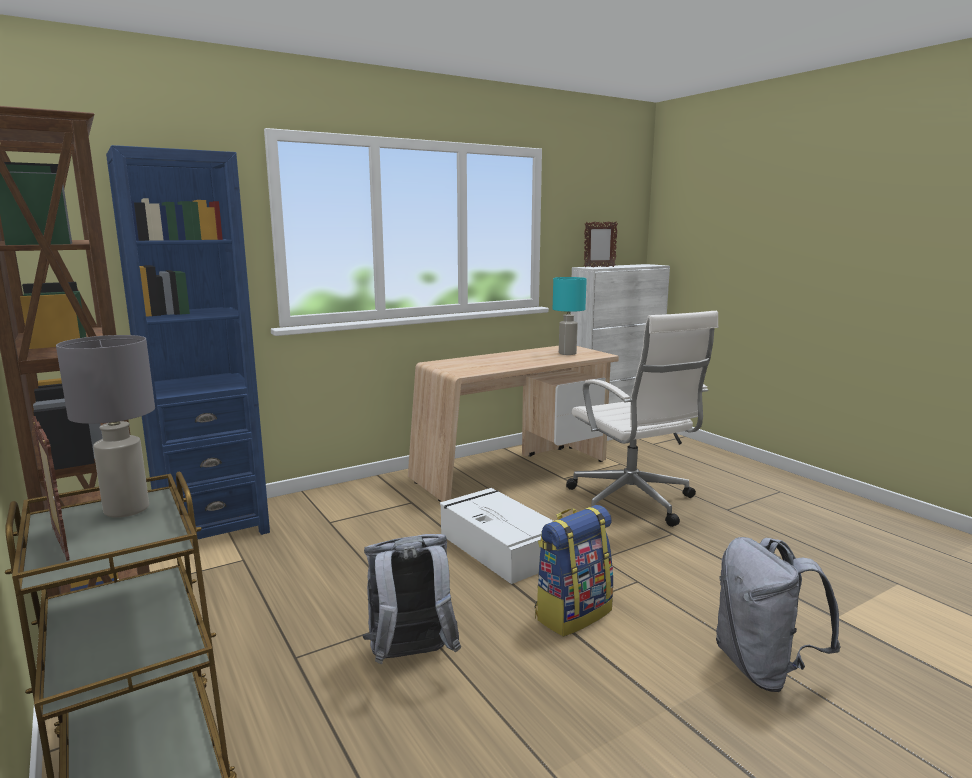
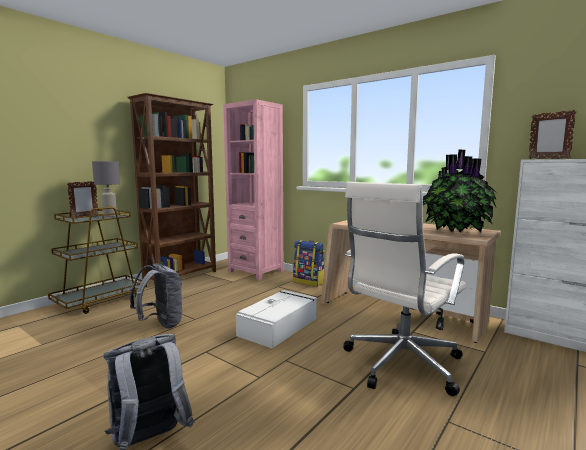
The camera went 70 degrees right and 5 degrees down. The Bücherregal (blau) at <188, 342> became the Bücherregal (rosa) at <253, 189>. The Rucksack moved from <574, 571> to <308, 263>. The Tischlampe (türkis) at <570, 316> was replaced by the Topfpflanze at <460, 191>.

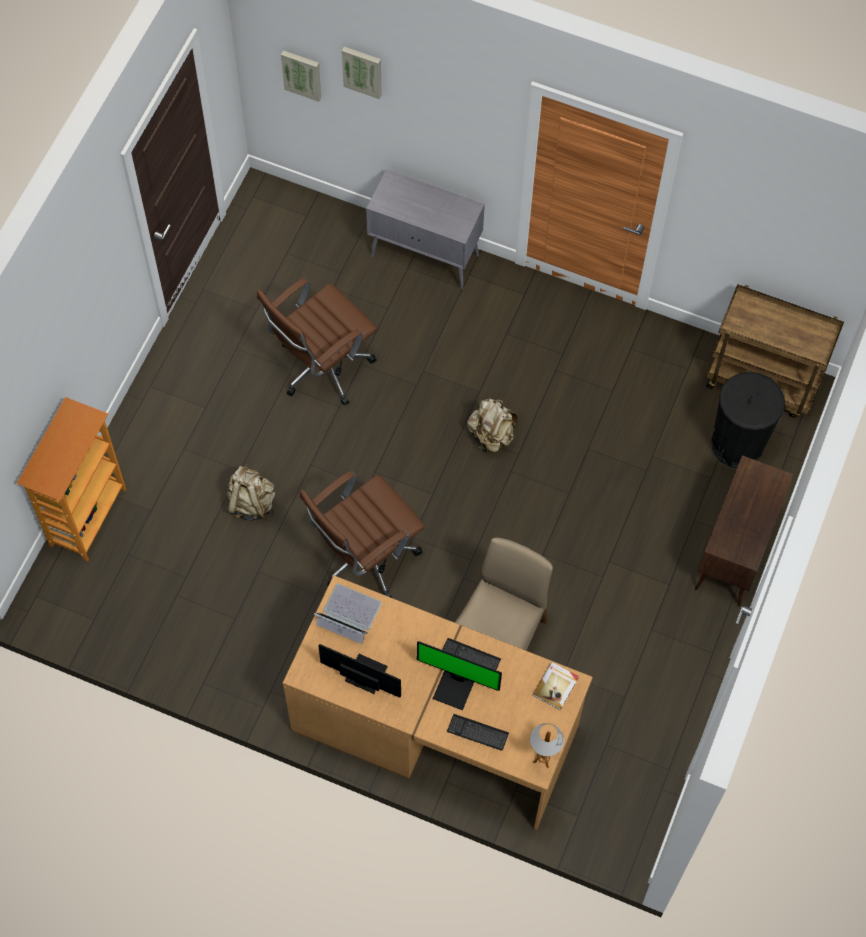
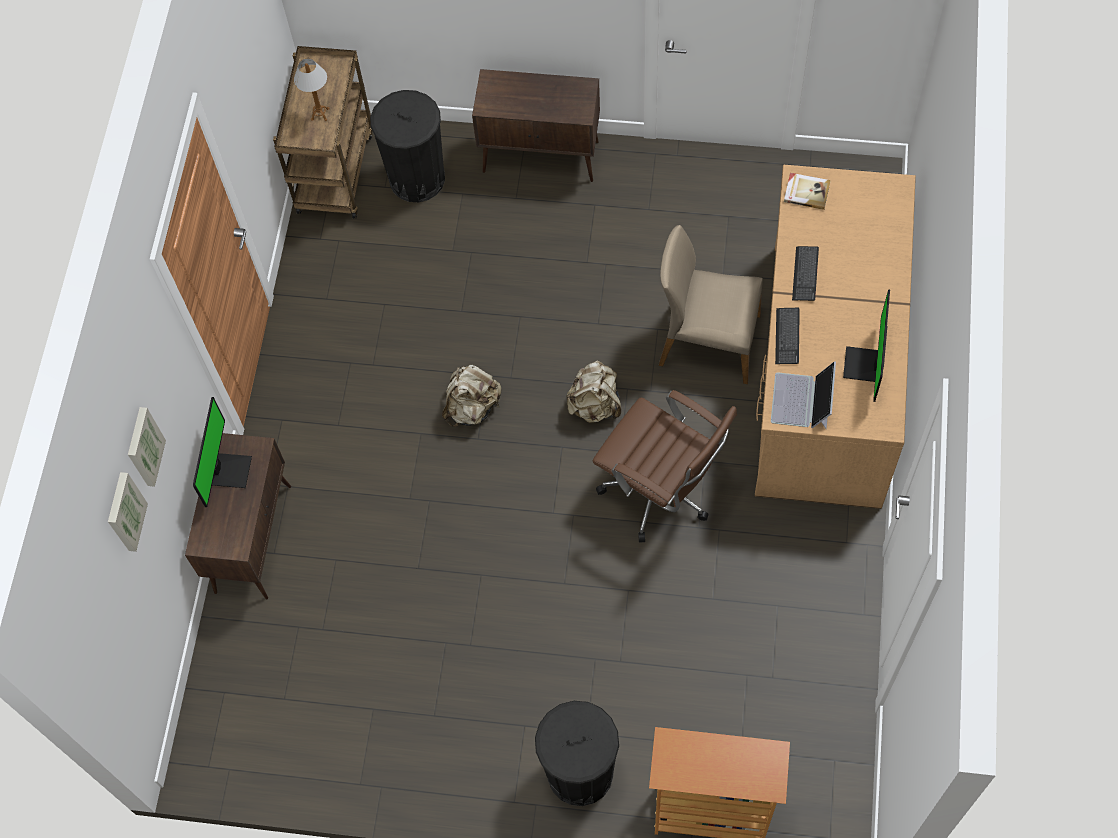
The camera went 100 degrees left and 0 degrees up. The Rucksack (beige) moved from <251, 492> to <593, 391>. The Bürostuhl (braun) at <317, 342> disappeared. The Bild moved from <301, 76> to <147, 447>. The Schrank (grau) at <425, 229> became the Schrank (braun) at <238, 516>. The Monitor moved from <459, 675> to <222, 452>. The Tastatur moved from <478, 732> to <787, 336>. The Tischlampe moved from <547, 745> to <312, 90>. The Mülleimer (schwarz) at <577, 753> appeared.

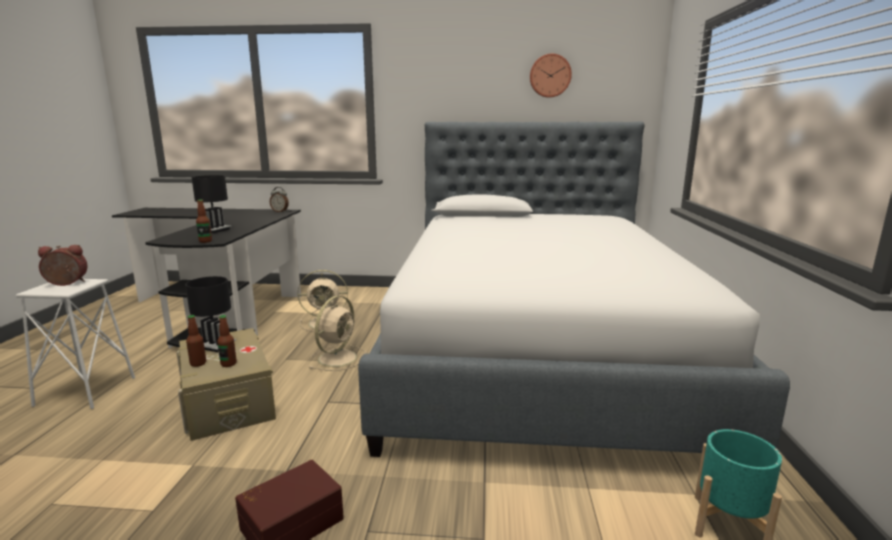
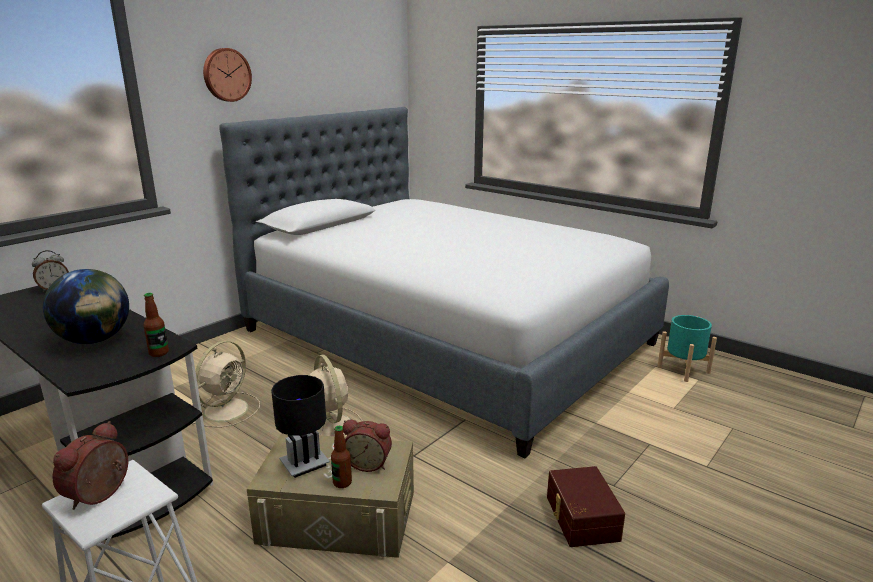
The camera went 55 degrees left and 5 degrees up. The Tischlampe (schwarz) at <212, 204> was replaced by the Globus at <86, 306>. The Flasche at <227, 341> was replaced by the Wecker at <367, 446>. The Wanduhr moved from <551, 76> to <227, 75>.

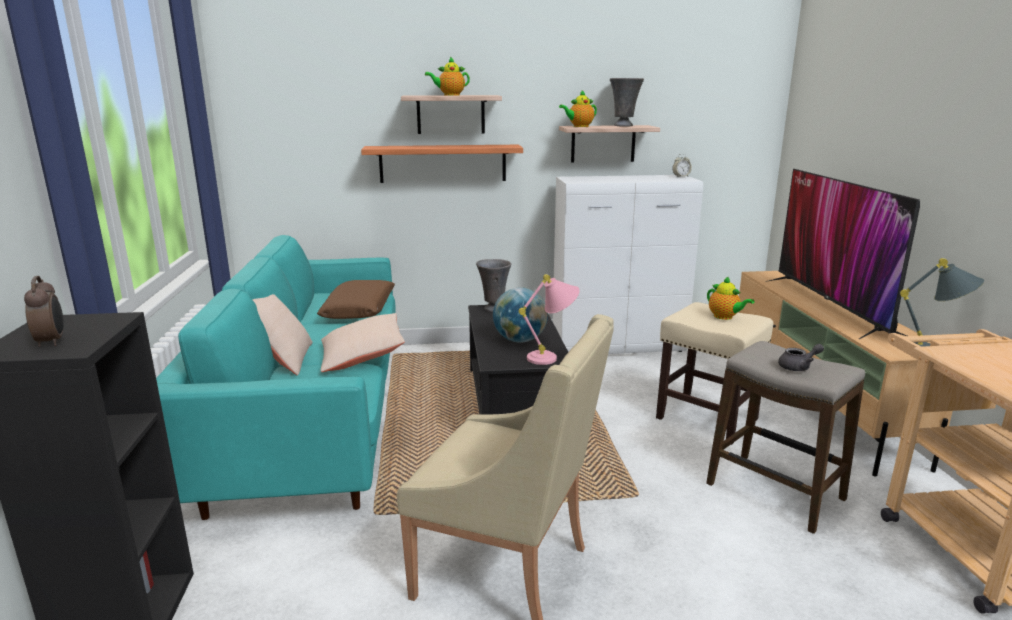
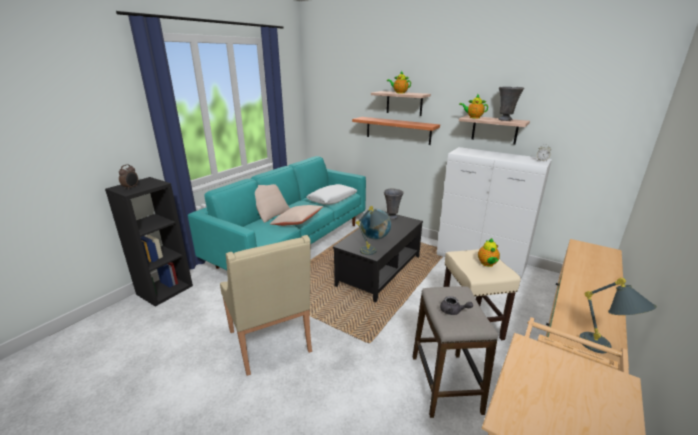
The camera went 40 degrees right and 5 degrees up. The Kissen (braun) at <356, 299> became the Kissen (weiß) at <331, 194>. The Tischlampe (rosa) at <549, 319> became the Tischlampe (grau) at <373, 230>. The Fernseher at <842, 254> disappeared.

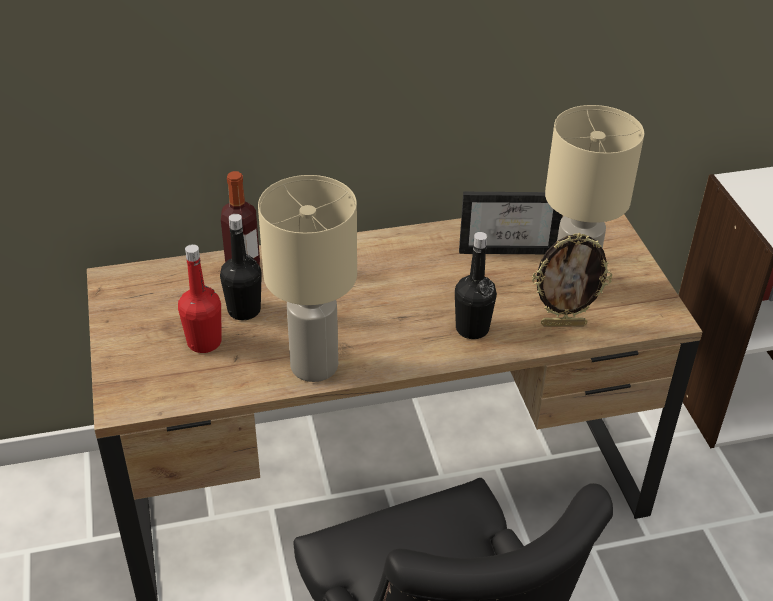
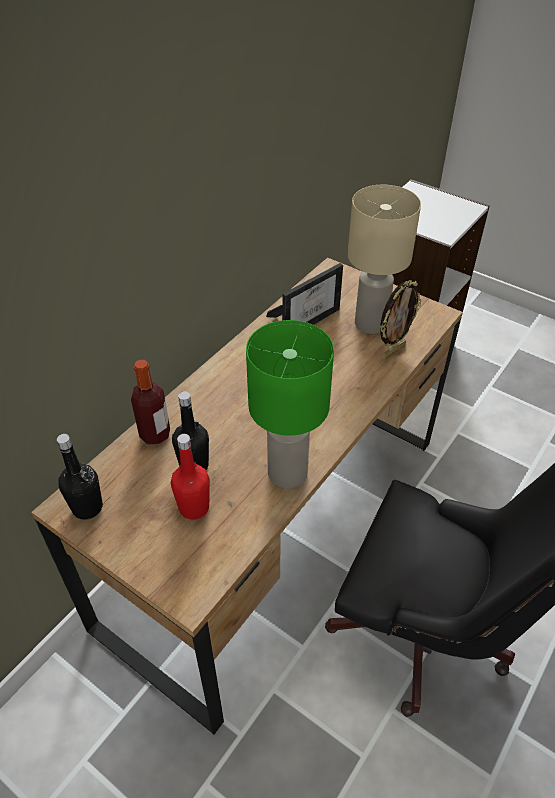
The camera went 40 degrees left and 5 degrees up. The Tischlampe (beige) at <307, 278> became the Tischlampe (grün) at <290, 404>. The Flasche (schwarz) moved from <476, 285> to <80, 477>.

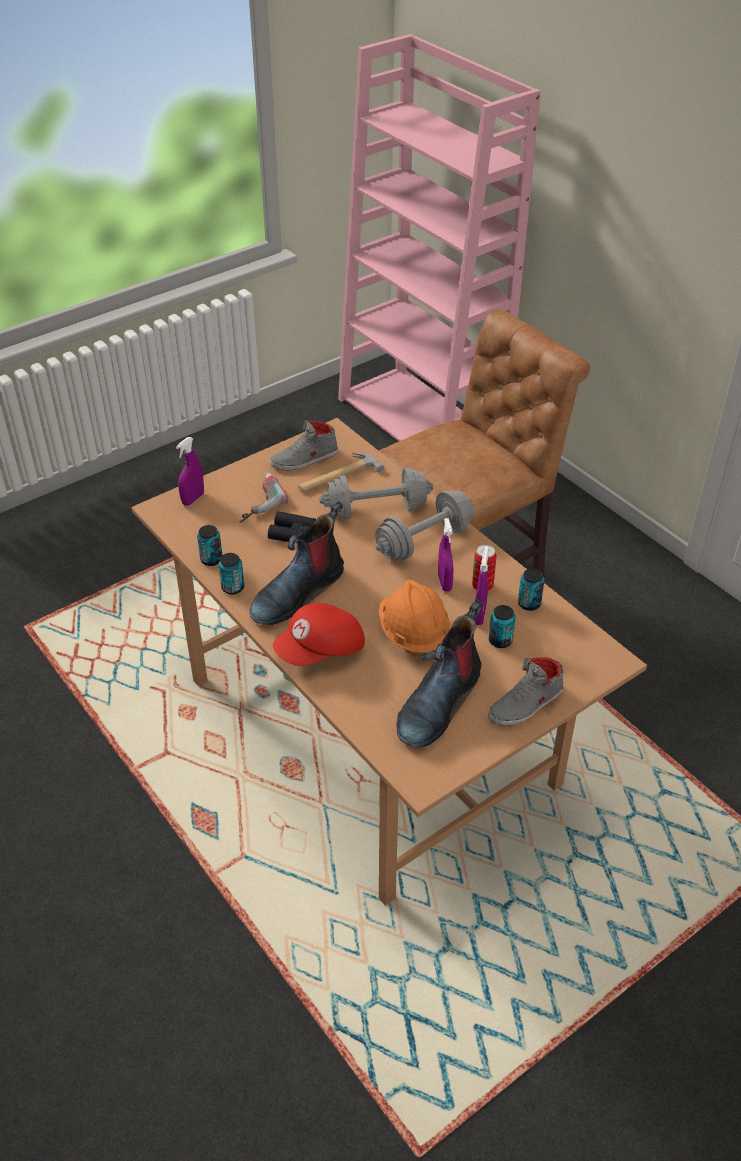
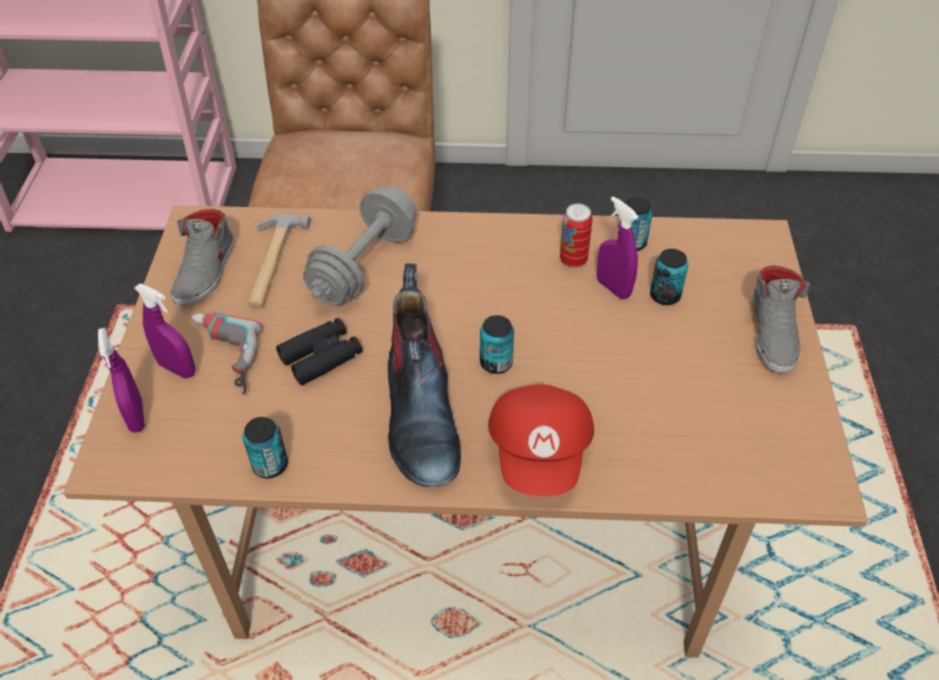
The camera went 50 degrees left and 5 degrees up. The Dose moved from <231, 574> to <497, 344>. The Hantel (grau) at <424, 525> disappeared. The Schutzhelm (orange) at <414, 620> disappeared. The Stiefel at <439, 673> disappeared. The Sprühflasche (lila) moved from <445, 555> to <165, 331>.

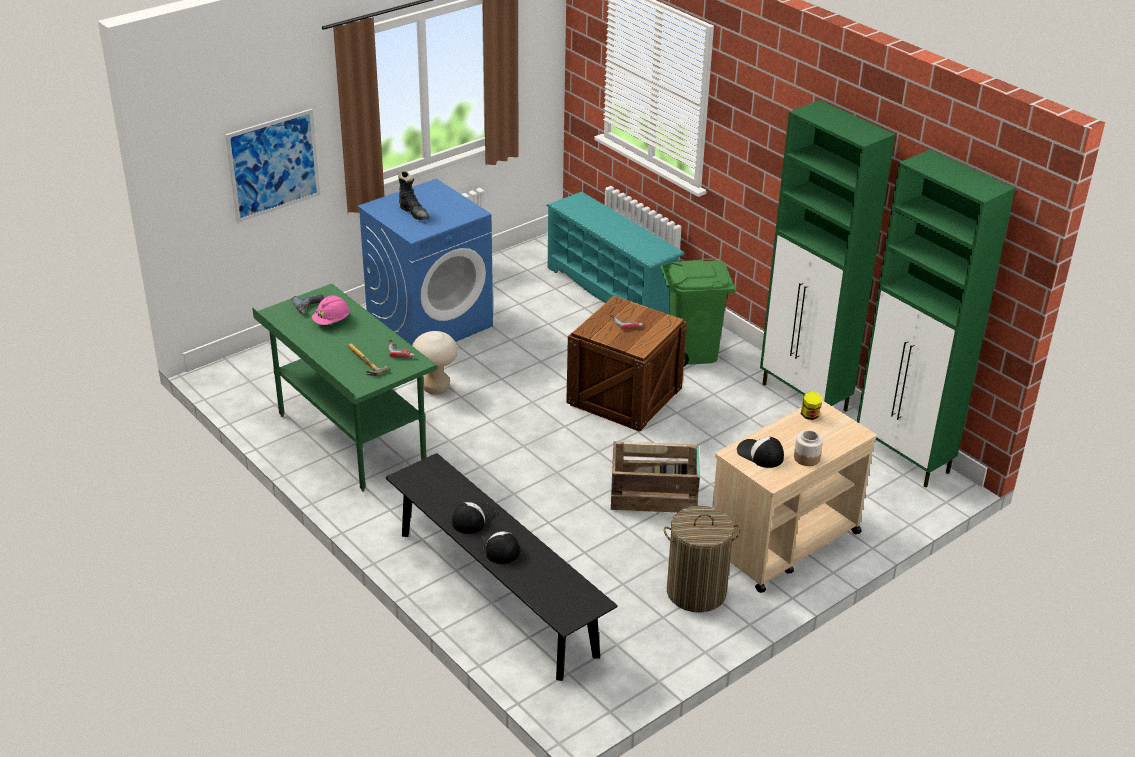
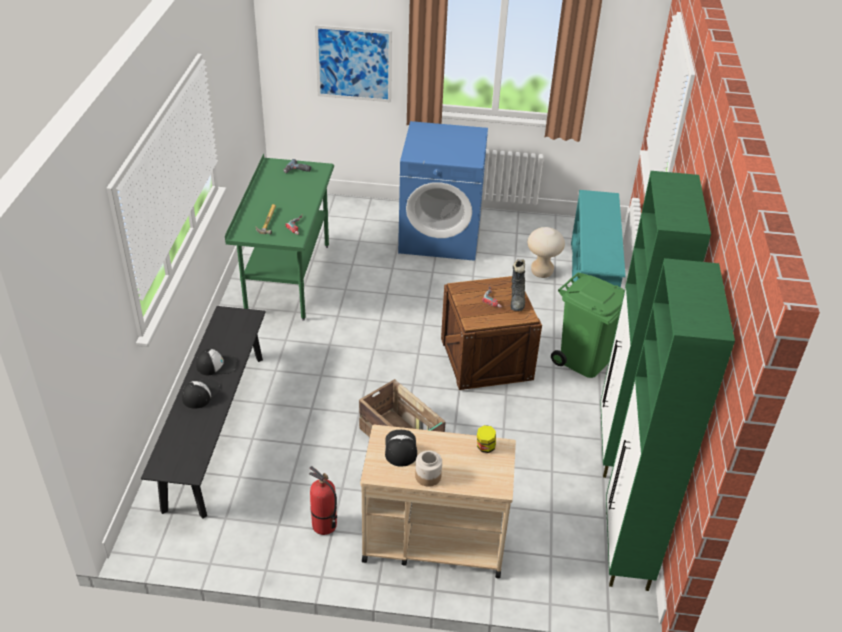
The camera went 45 degrees right and 5 degrees up. The Schutzhelm (rosa) at <331, 310> disappeared. The Stiefel (schwarz) moved from <413, 195> to <518, 285>. The Hocker (beige) moved from <435, 363> to <546, 252>. The Wäschekorb at <702, 559> was replaced by the Feuerlöscher at <323, 500>.

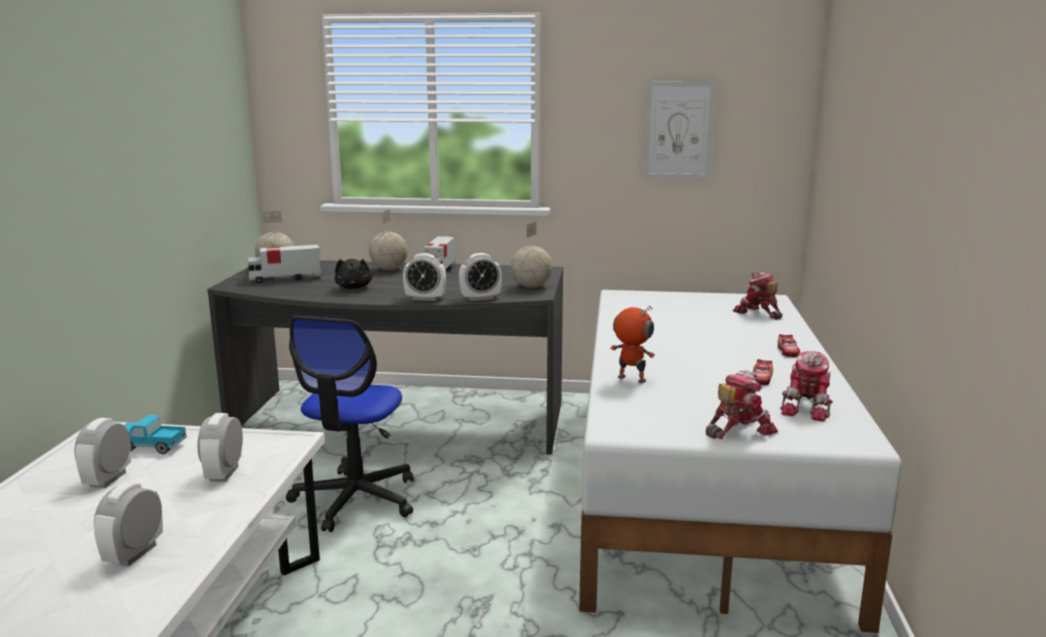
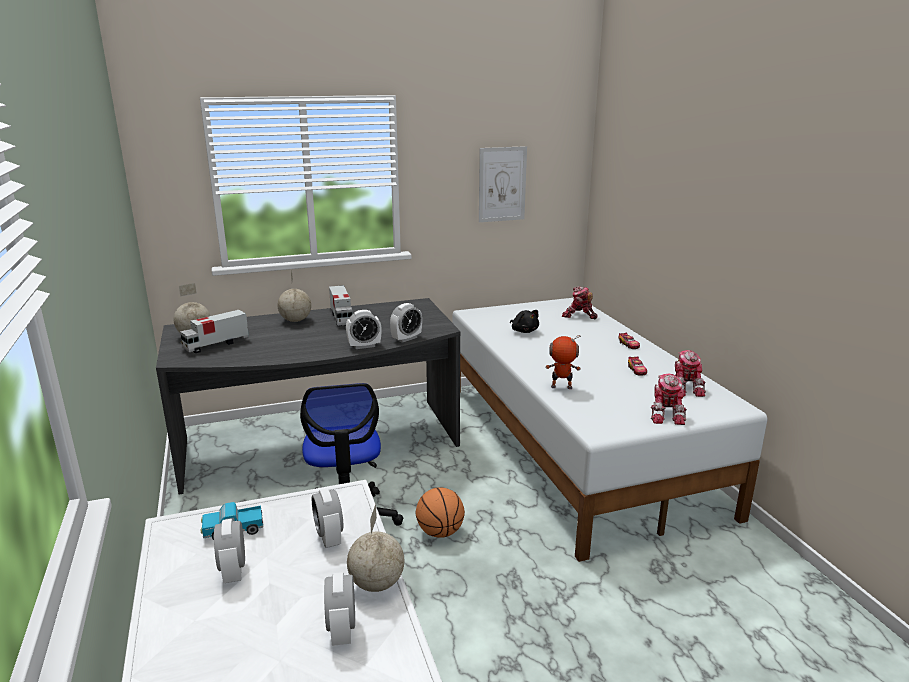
The camera went 25 degrees left and 5 degrees up. The Plüschtier (schwarz) moved from <353, 274> to <524, 321>. The Globus moved from <531, 255> to <375, 548>. The Spielzeugroboter at <742, 404> turned 150 degrees clockwise. The Basketball at <440, 512> appeared.

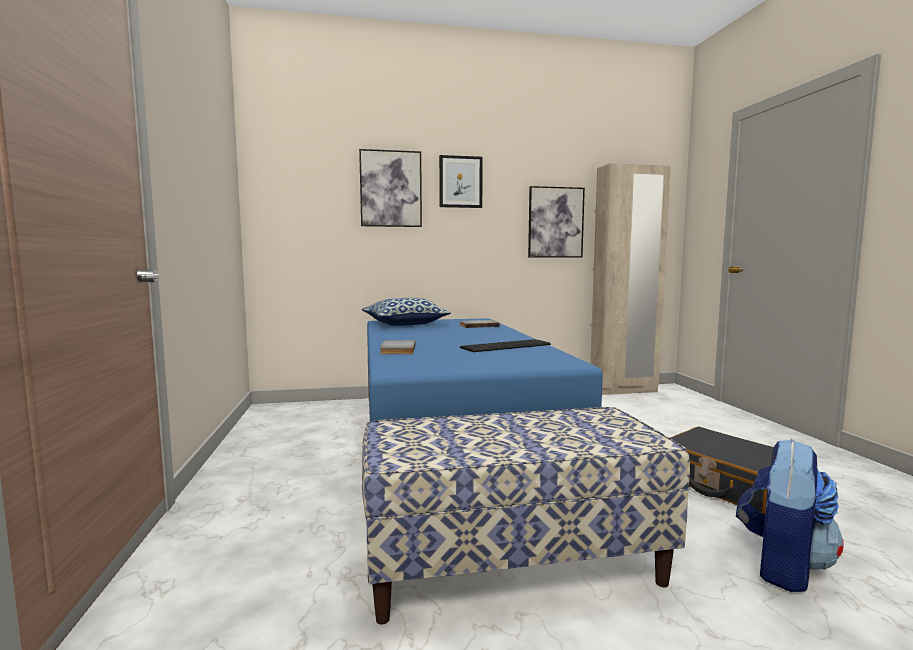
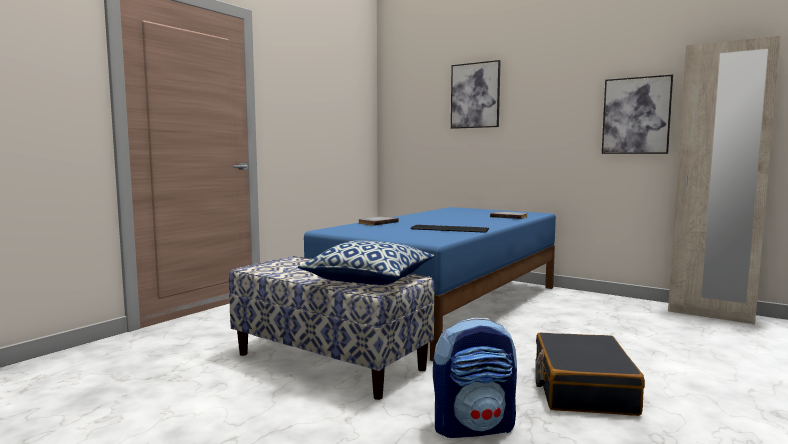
The camera went 45 degrees right and 0 degrees up. The Kissen moved from <406, 312> to <366, 262>. The Bild at <461, 181> disappeared.

